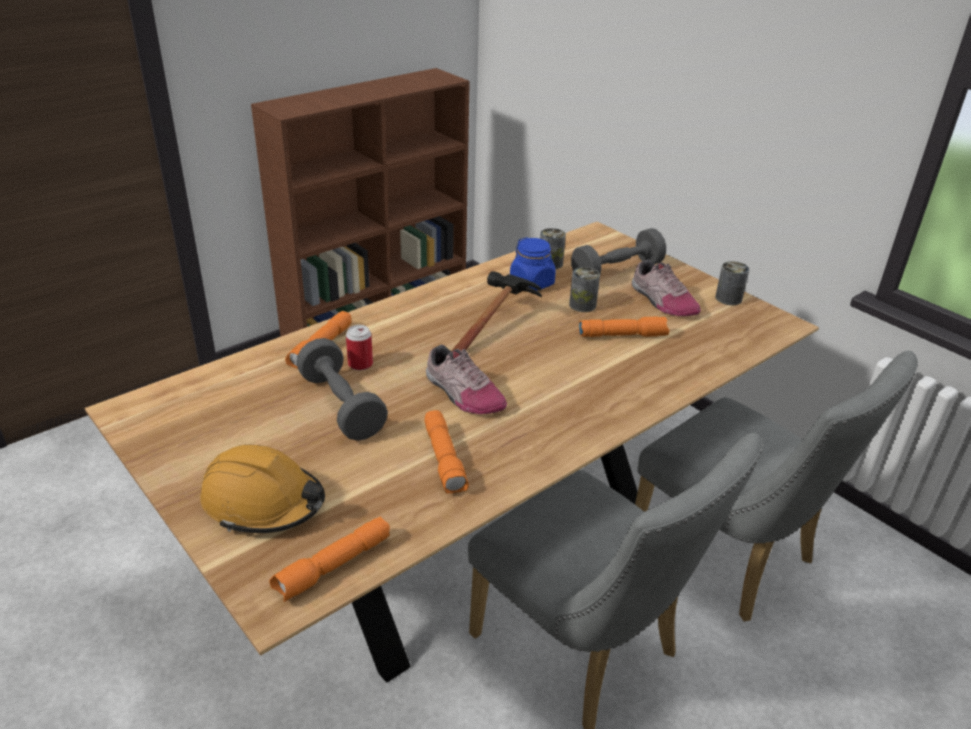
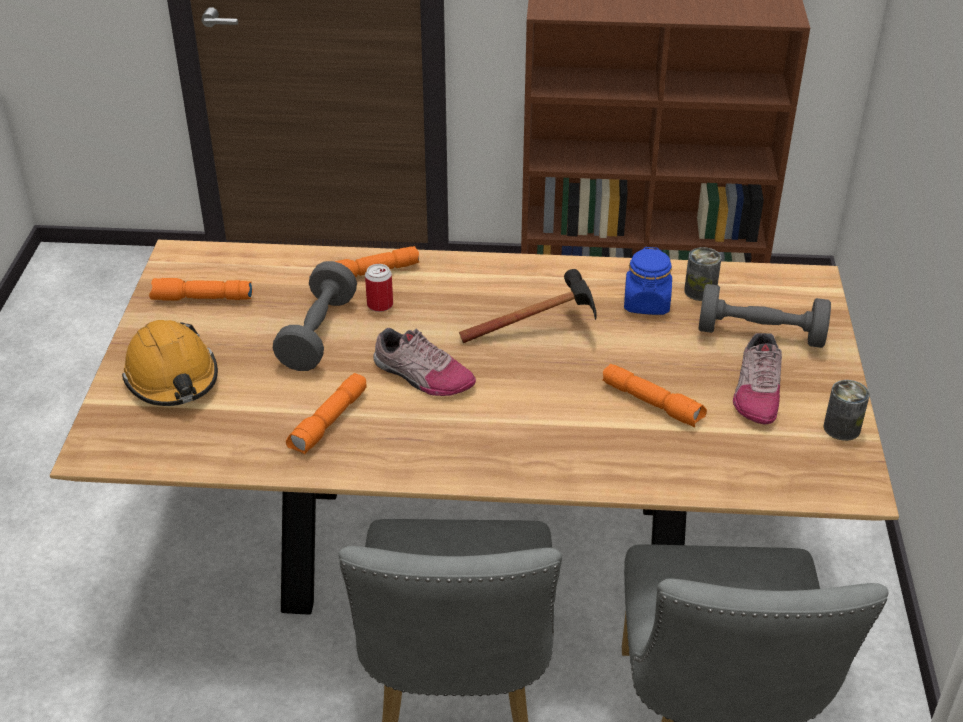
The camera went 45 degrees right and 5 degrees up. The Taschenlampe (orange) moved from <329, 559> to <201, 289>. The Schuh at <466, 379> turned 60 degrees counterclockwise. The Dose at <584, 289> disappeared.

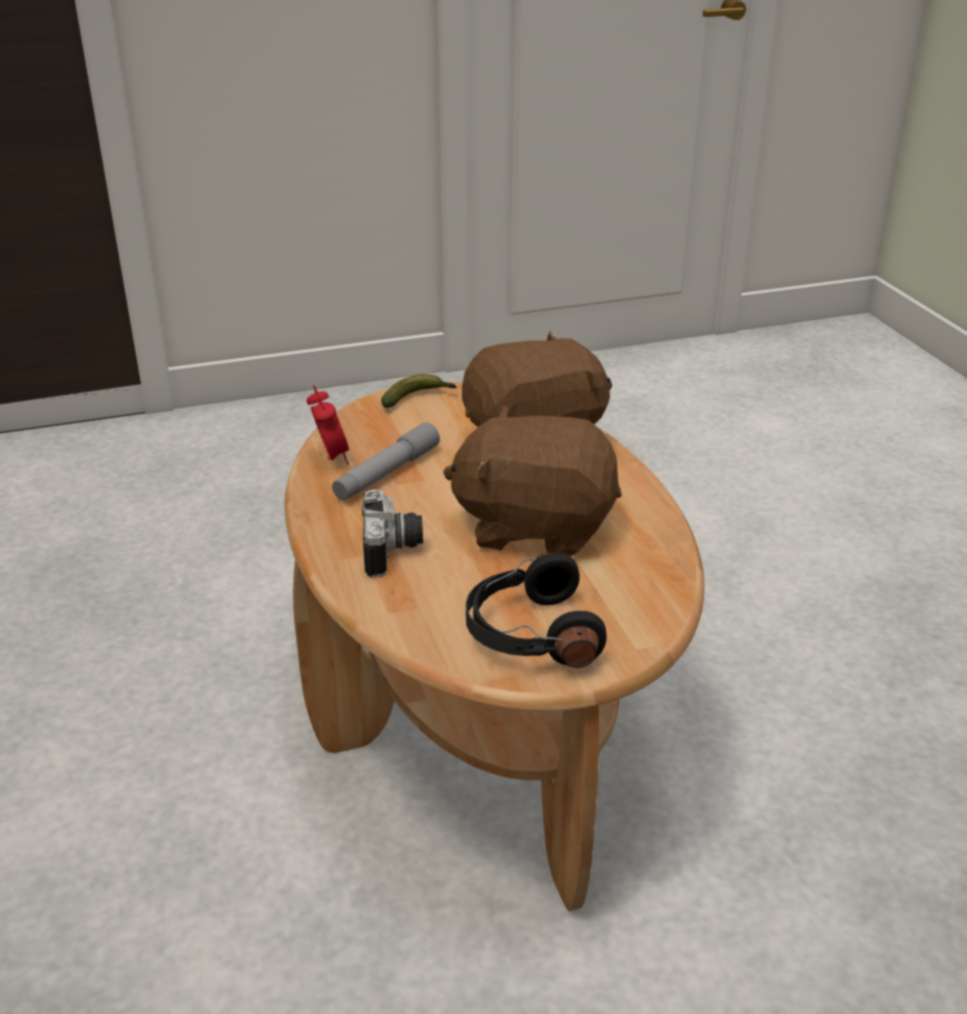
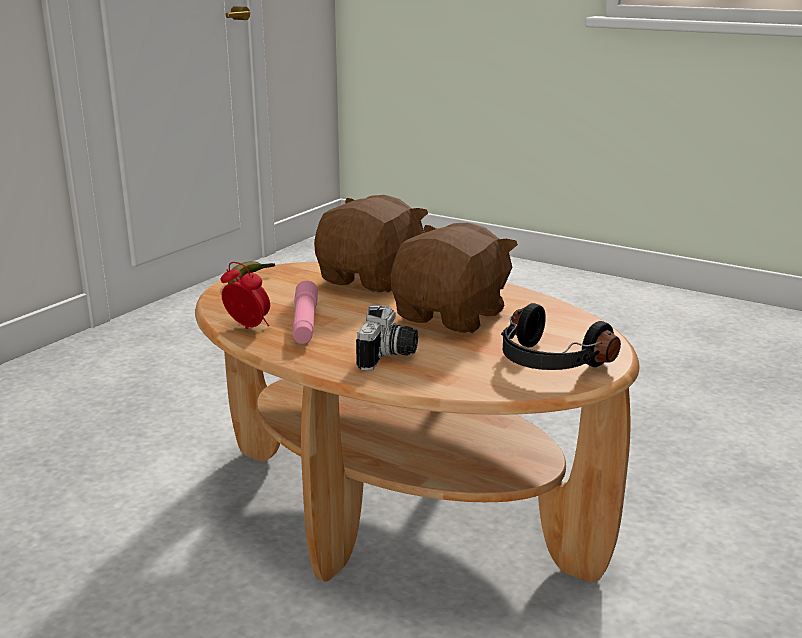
The camera went 40 degrees left and 10 degrees down. The Taschenlampe (grau) at <386, 461> became the Taschenlampe (rosa) at <305, 312>. The Kamera at <392, 534> turned 60 degrees clockwise. The Plüschtier (braun) at <532, 481> turned 150 degrees clockwise.

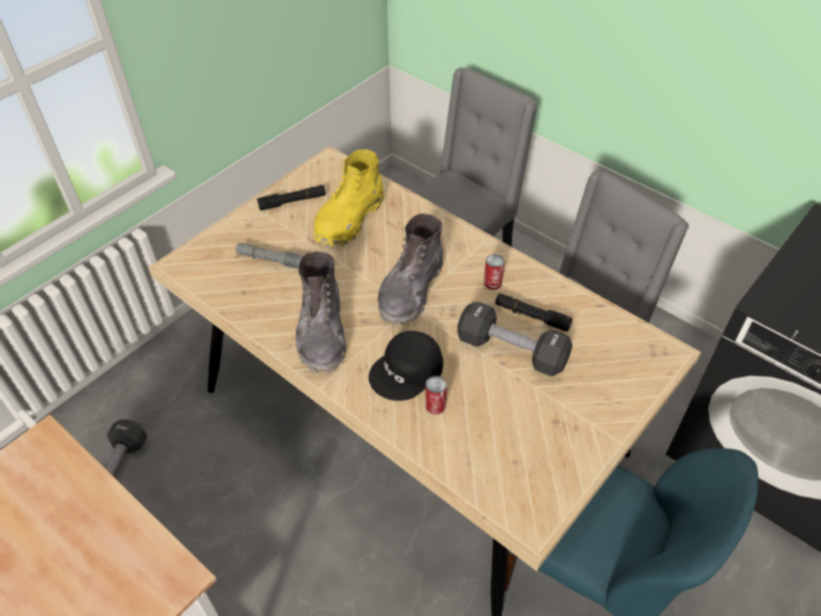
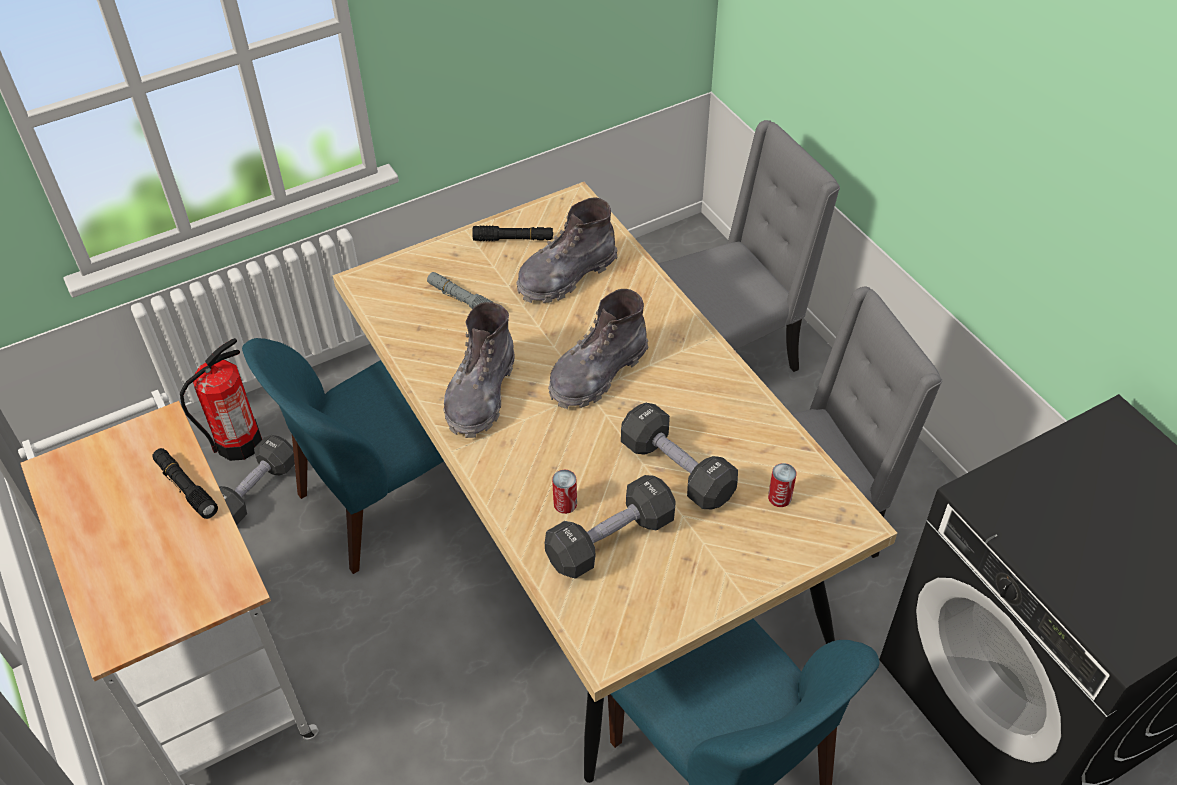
The camera went 20 degrees right and 0 degrees up. The Stiefel (gelb) at <349, 198> became the Stiefel (grau) at <567, 250>. The Kappe (schwarz) at <406, 366> disappeared. The Dose moved from <494, 272> to <782, 485>. The Taschenlampe (schwarz) moved from <533, 312> to <185, 483>. The Feuerlöscher at <221, 399> appeared. The Stuhl (blau) at <343, 456> appeared. The Hantel (schwarz) at <610, 527> appeared.

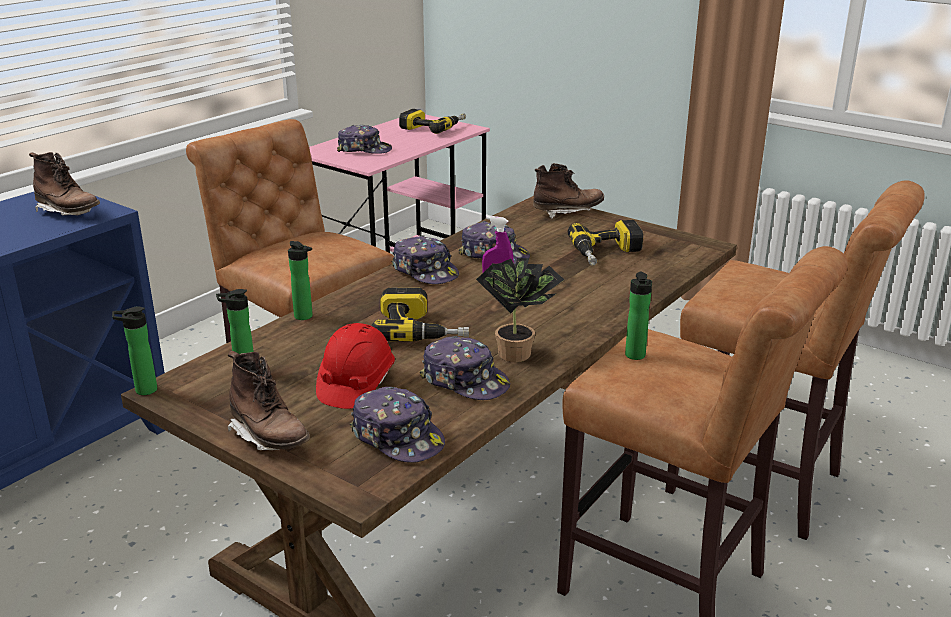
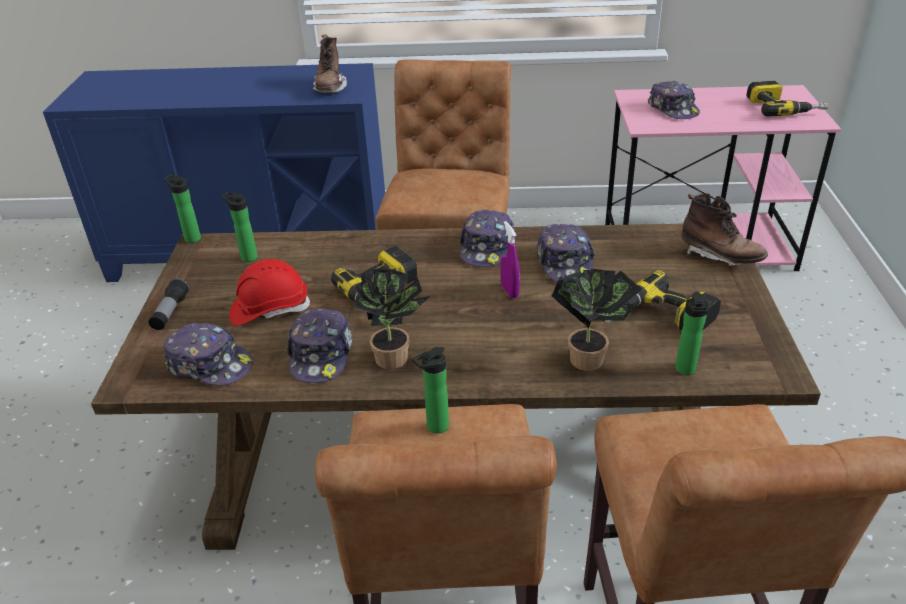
The camera went 55 degrees right and 10 degrees up. The Stiefel (braun) at <268, 400> was replaced by the Taschenlampe at <169, 304>. The Flasche moved from <300, 280> to <692, 333>. The Kappe at <397, 425> turned 75 degrees counterclockwise. The Topfpflanze at <597, 320> appeared.

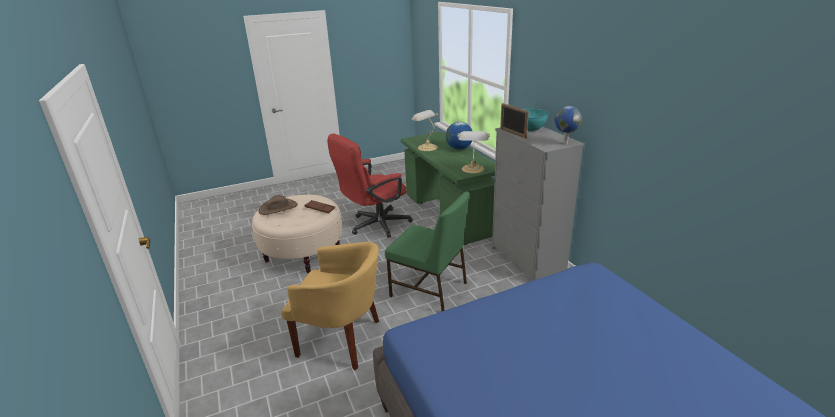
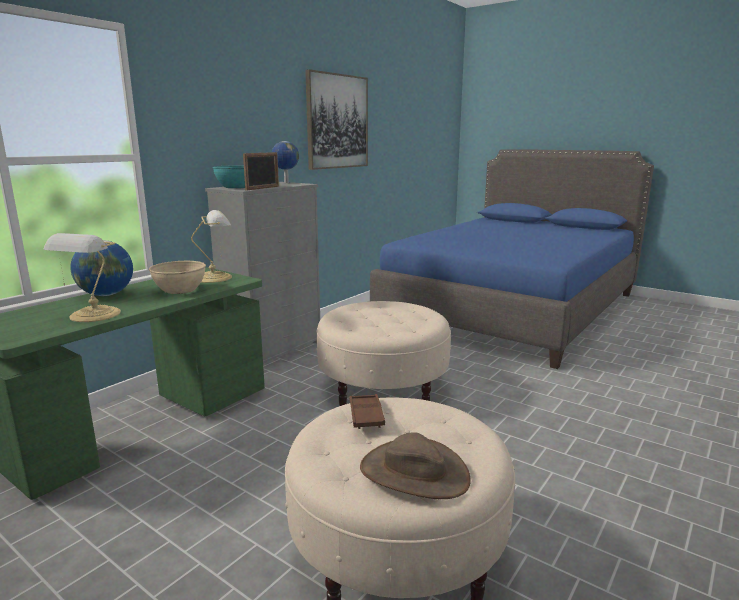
The camera went 120 degrees left and 10 degrees down. The Sessel (gelb) at <330, 306> disappeared. The Bürostuhl (rot) at <370, 186> disappeared. The Stuhl (grün) at <427, 251> was replaced by the Polsterhocker (beige) at <384, 353>. The Schüssel (beige) at <177, 277> appeared. The Bild at <336, 119> appeared.

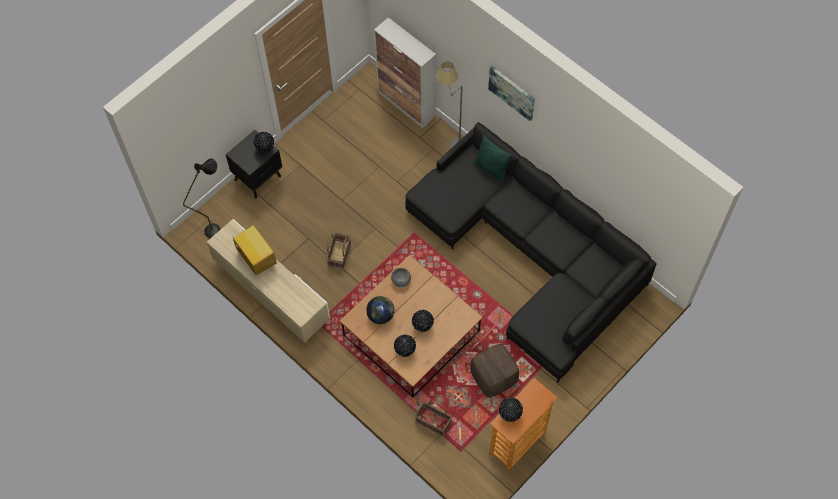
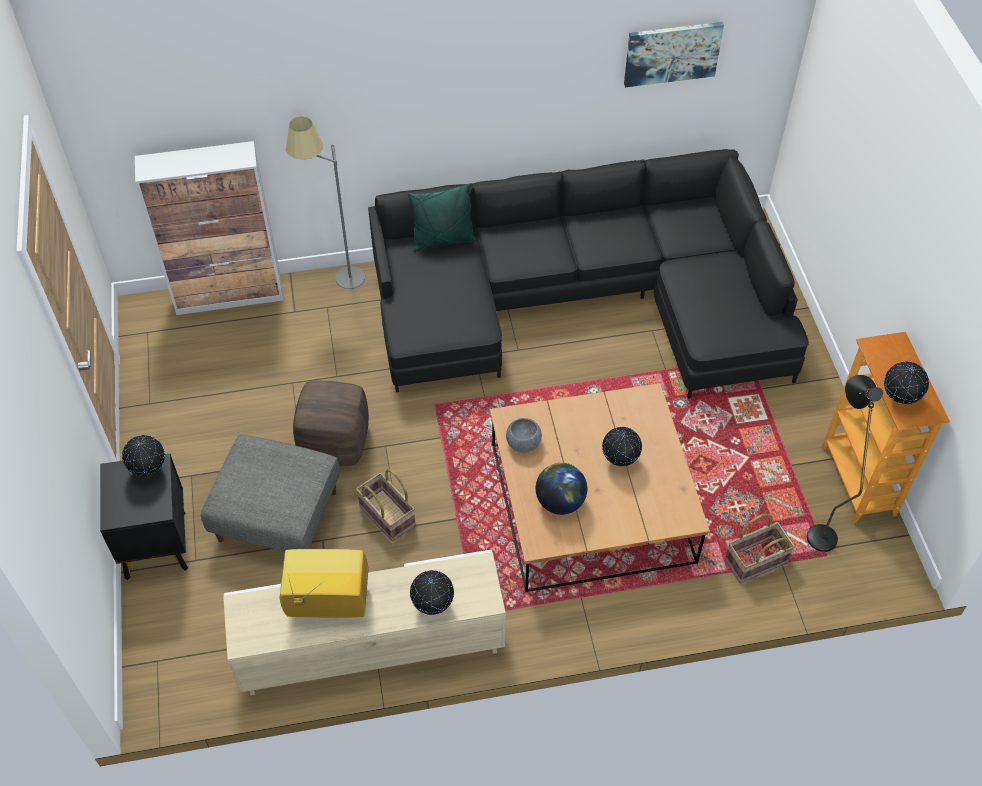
The camera went 55 degrees left and 10 degrees down. The Stehlampe (schwarz) moved from <202, 198> to <845, 463>. The Globus moved from <405, 346> to <432, 592>. The Polsterhocker (braun) moved from <494, 371> to <331, 423>. The Bild moved from <511, 93> to <674, 54>. The Polsterhocker (grau) at <270, 493> appeared.

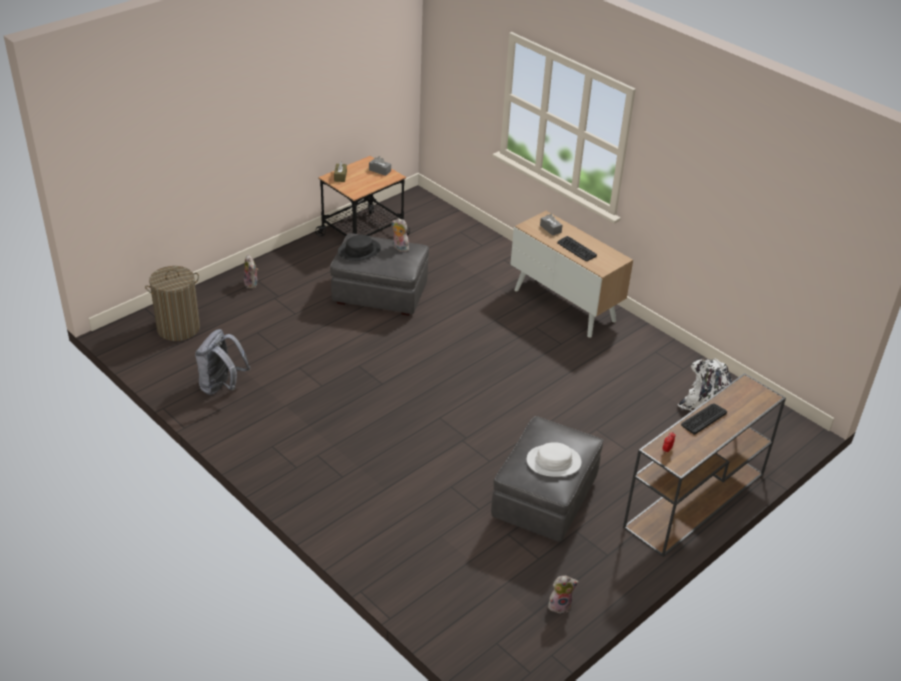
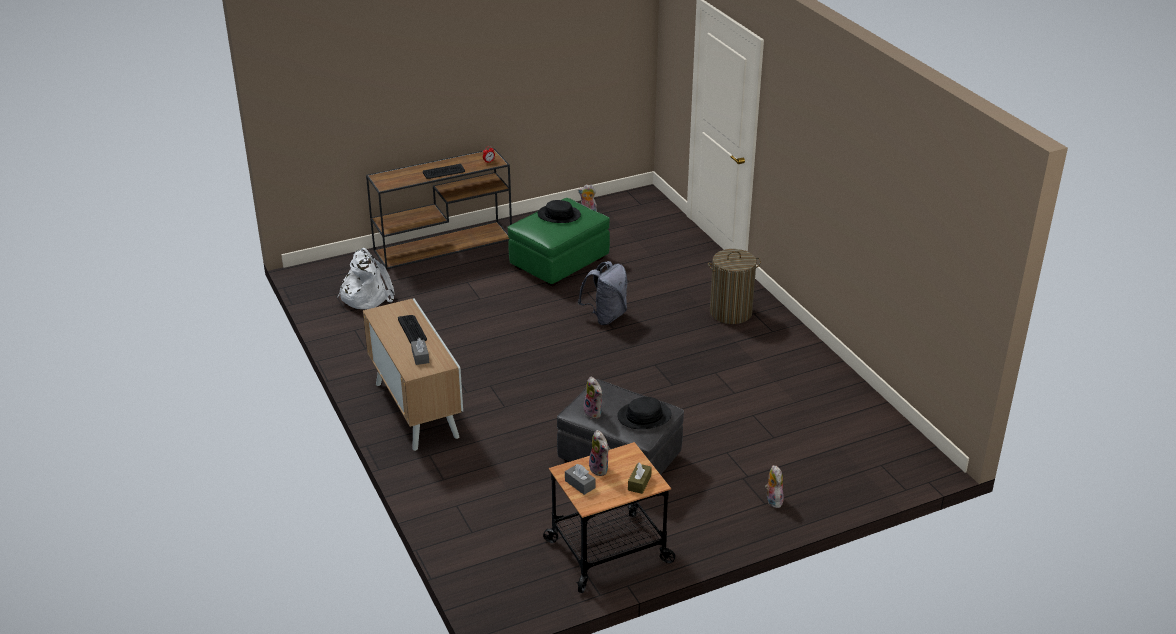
The camera went 160 degrees left and 5 degrees down. The Wäschekorb moved from <172, 303> to <734, 286>. The Rucksack (grau) moved from <222, 362> to <603, 293>. The Polsterhocker (grau) at <547, 479> became the Polsterhocker (grün) at <558, 242>. The Hut (weiß) at <554, 459> became the Hut (schwarz) at <559, 211>. The Plüschtier at <599, 453> appeared.

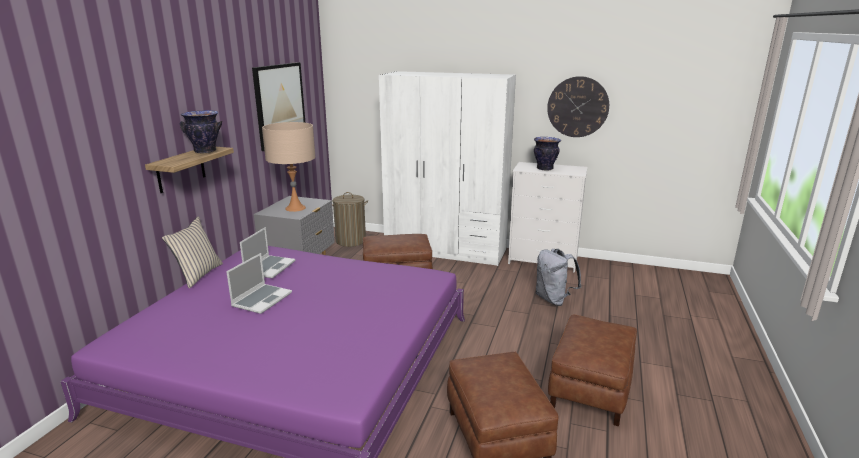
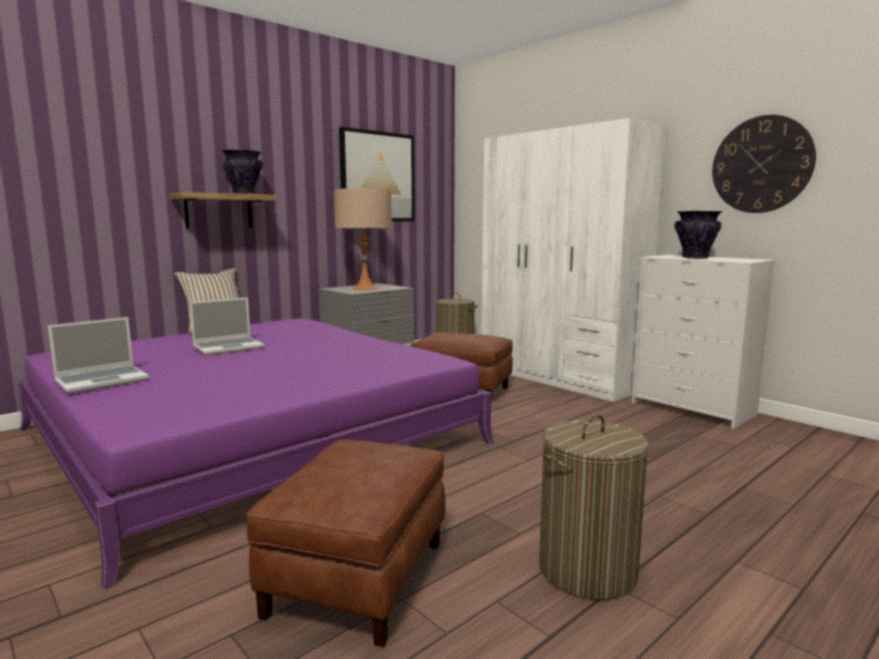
The camera went 30 degrees right and 10 degrees down. The Laptop moved from <267, 252> to <98, 355>. The Rucksack (grau) at <558, 277> disappeared. The Polsterhocker (braun) at <592, 370> was replaced by the Wäschekorb at <594, 507>.

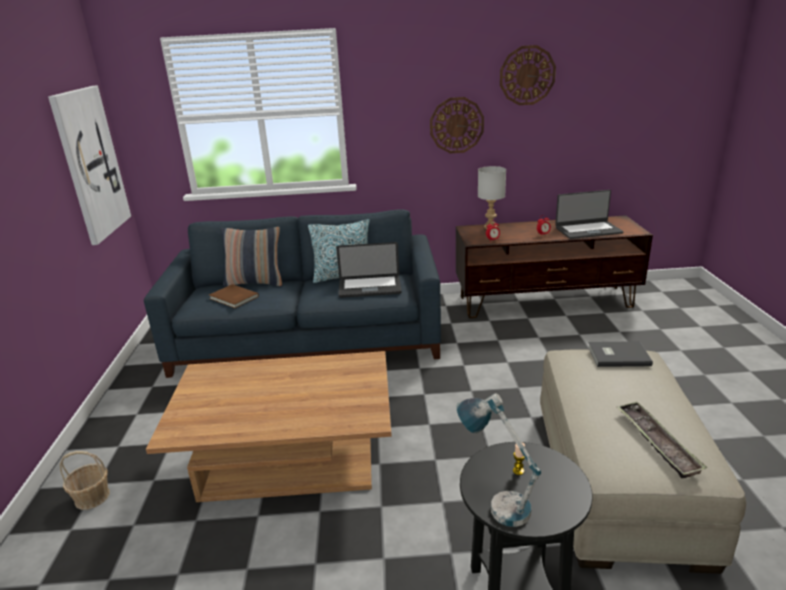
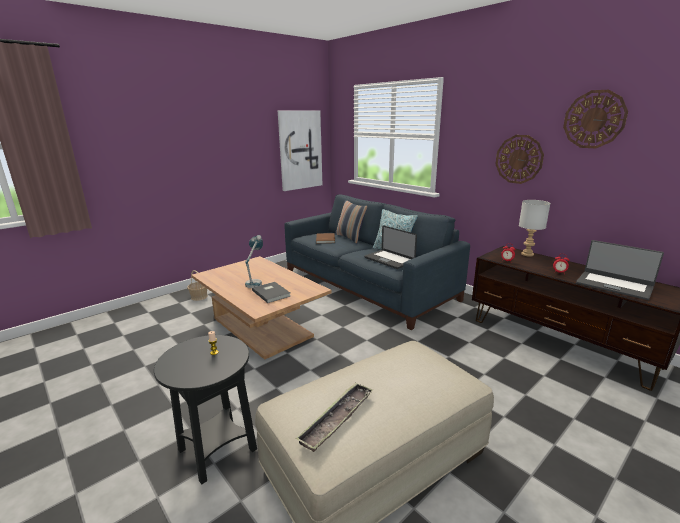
The camera went 50 degrees right and 5 degrees down. The Tischlampe moved from <499, 460> to <254, 261>. The Buch (grau) moved from <620, 354> to <271, 292>.

